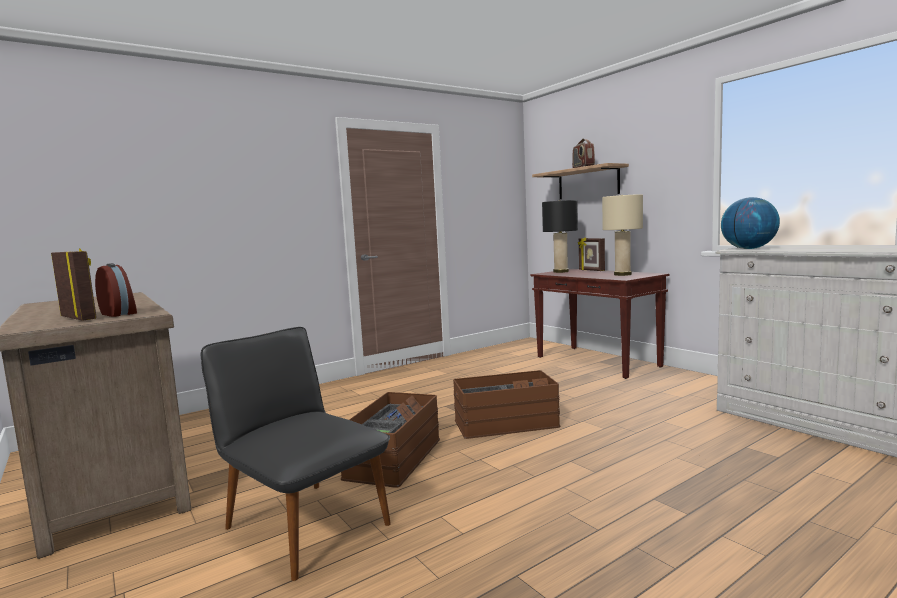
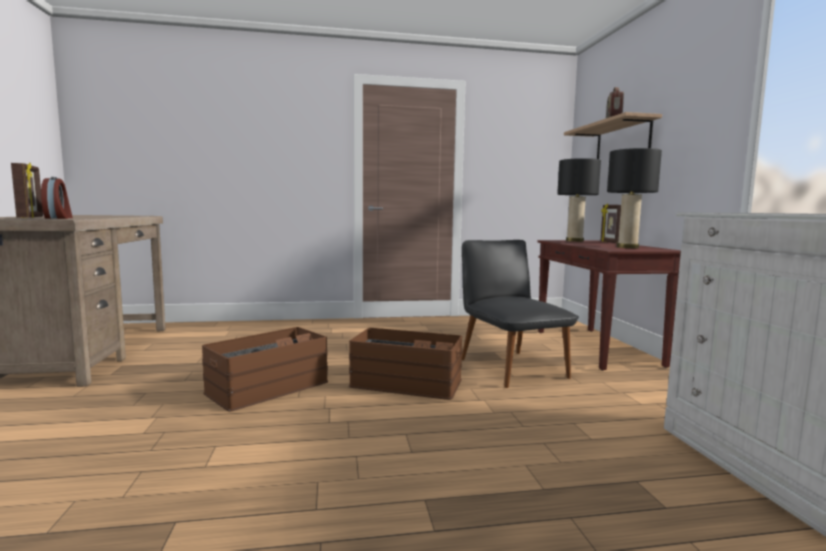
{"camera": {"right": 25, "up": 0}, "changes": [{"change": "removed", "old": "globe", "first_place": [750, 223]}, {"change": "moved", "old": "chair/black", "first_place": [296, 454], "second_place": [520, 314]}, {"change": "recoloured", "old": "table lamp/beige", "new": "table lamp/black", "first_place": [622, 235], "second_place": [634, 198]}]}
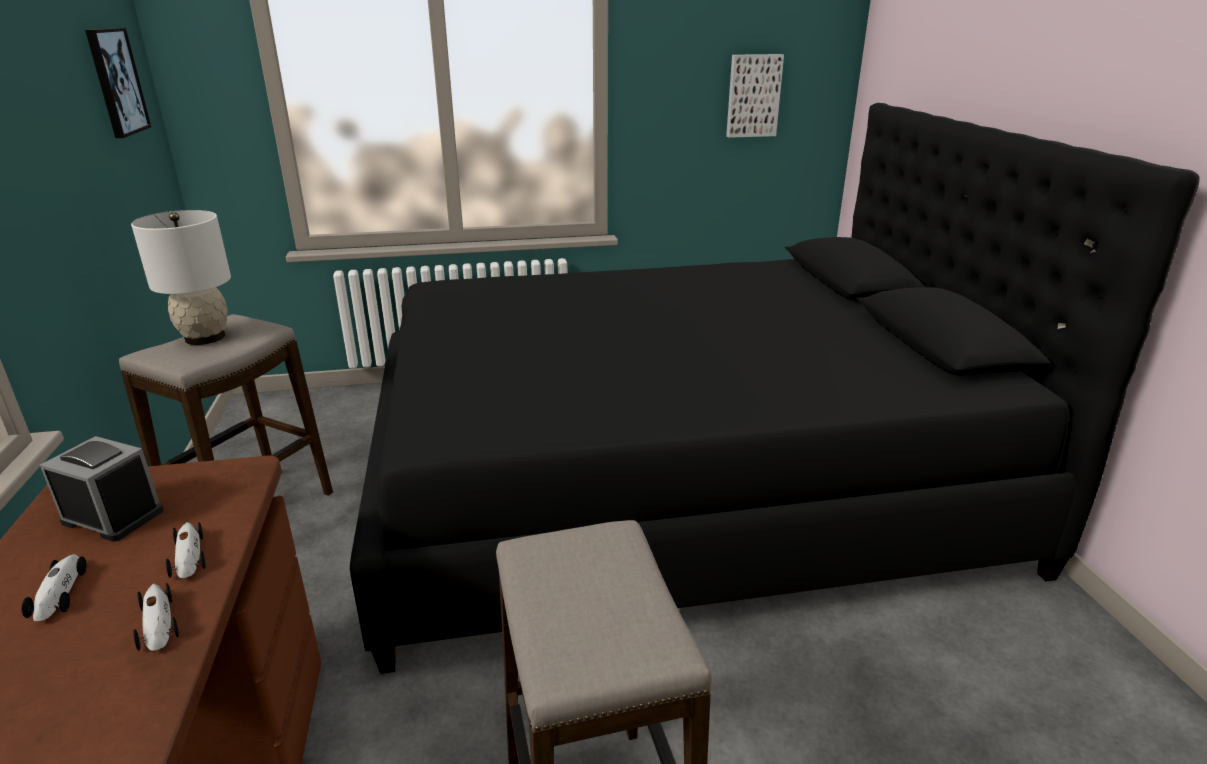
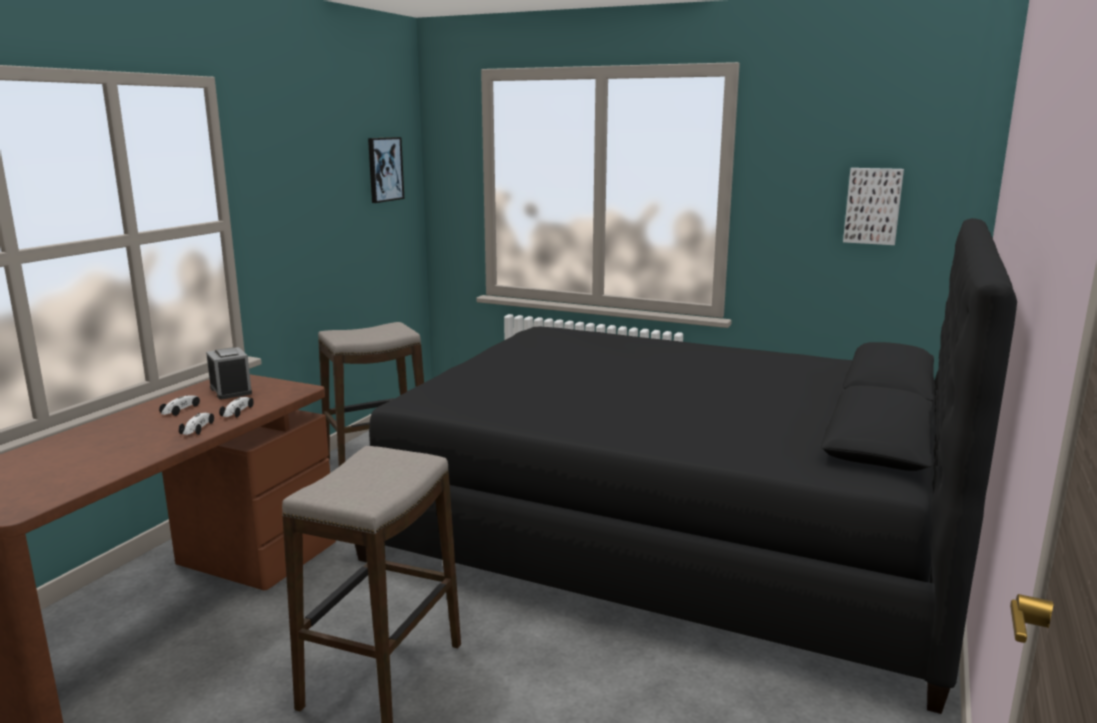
{"camera": {"right": 35, "up": -10}, "changes": [{"change": "removed", "old": "table lamp/white", "first_place": [181, 277]}]}
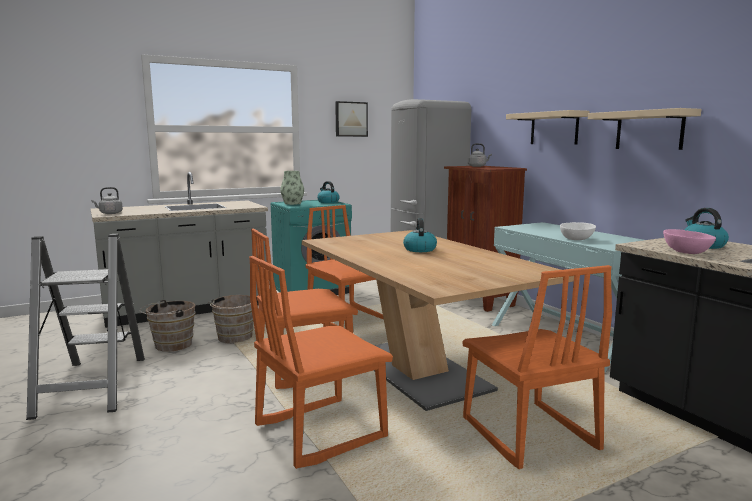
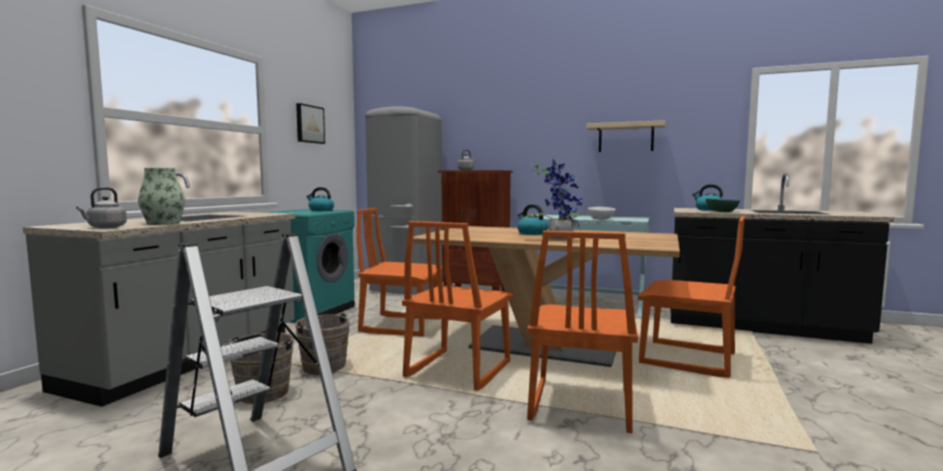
{"camera": {"right": -40, "up": -5}, "changes": [{"change": "removed", "old": "shelf/beige", "first_place": [548, 127]}, {"change": "added", "new": "potted plant", "second_place": [558, 199]}, {"change": "moved", "old": "vase", "first_place": [292, 188], "second_place": [161, 196]}, {"change": "recoloured", "old": "bowl/pink", "new": "bowl/green", "first_place": [689, 241], "second_place": [723, 205]}]}
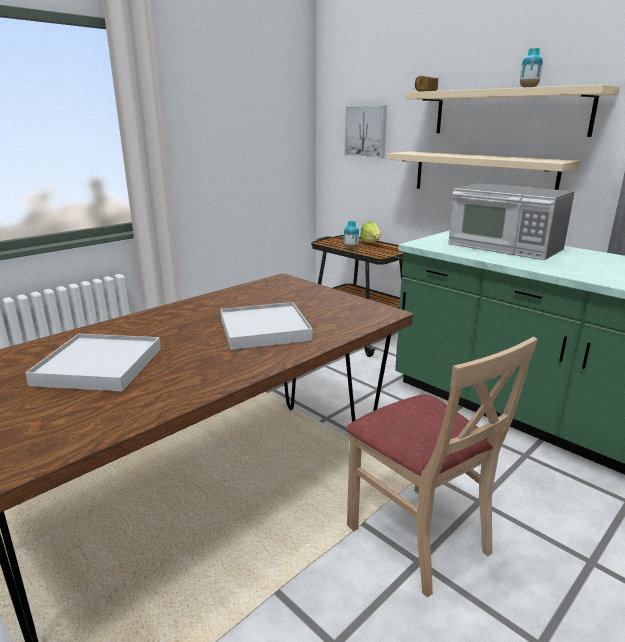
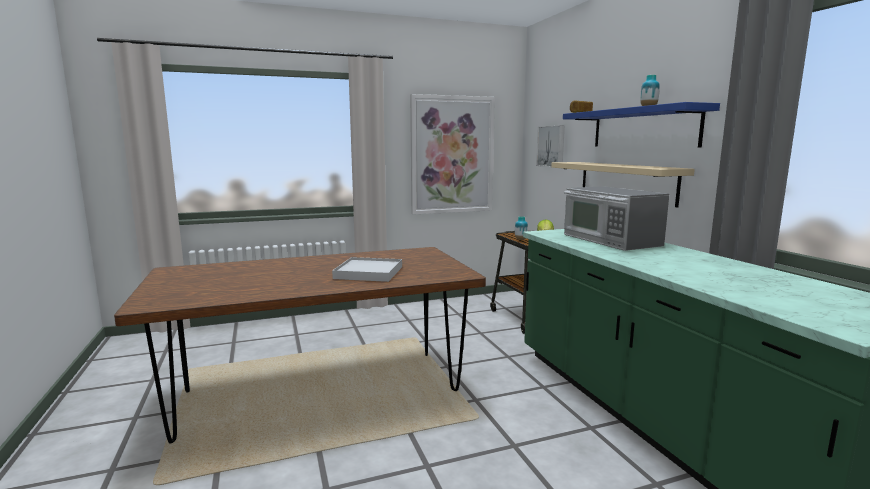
{"camera": {"right": 25, "up": -10}, "changes": [{"change": "removed", "old": "tray/white", "first_place": [93, 363]}, {"change": "removed", "old": "chair/beige", "first_place": [442, 467]}, {"change": "added", "new": "picture", "second_place": [452, 154]}, {"change": "recoloured", "old": "shelf/beige", "new": "shelf/blue", "first_place": [513, 110], "second_place": [641, 125]}]}
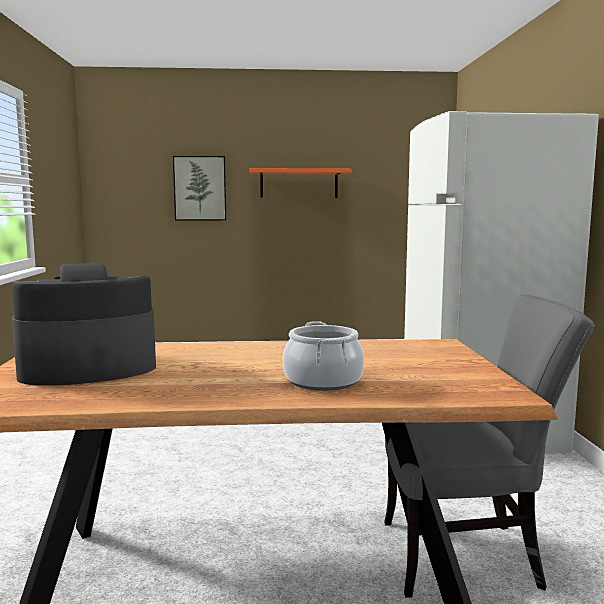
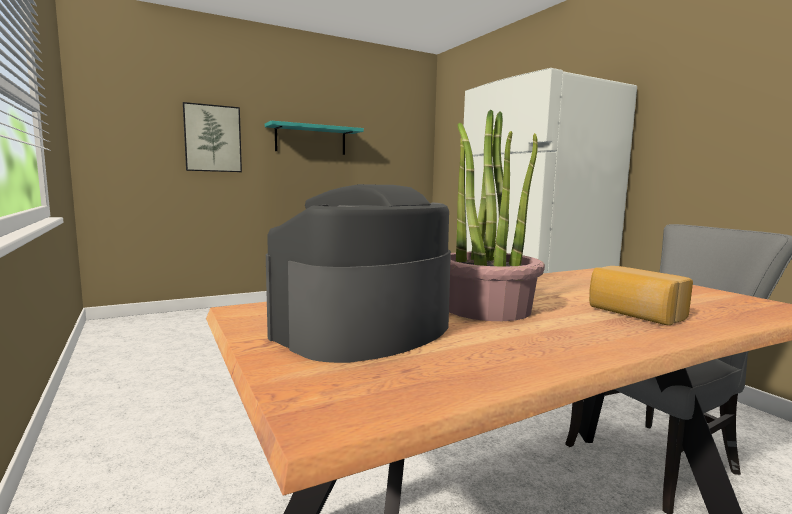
{"camera": {"right": -25, "up": 0}, "changes": [{"change": "added", "new": "potted plant", "second_place": [497, 215]}, {"change": "replaced", "old": "cooking pot", "new": "bread", "first_place": [323, 356], "second_place": [641, 296]}, {"change": "recoloured", "old": "shelf/orange", "new": "shelf/turquoise", "first_place": [300, 183], "second_place": [314, 138]}]}
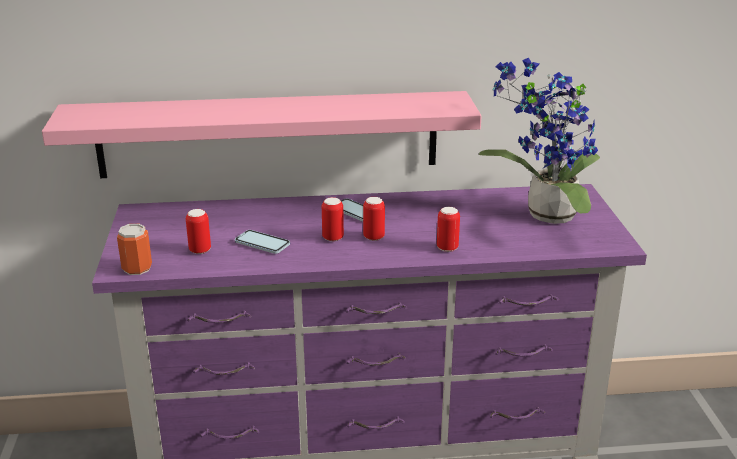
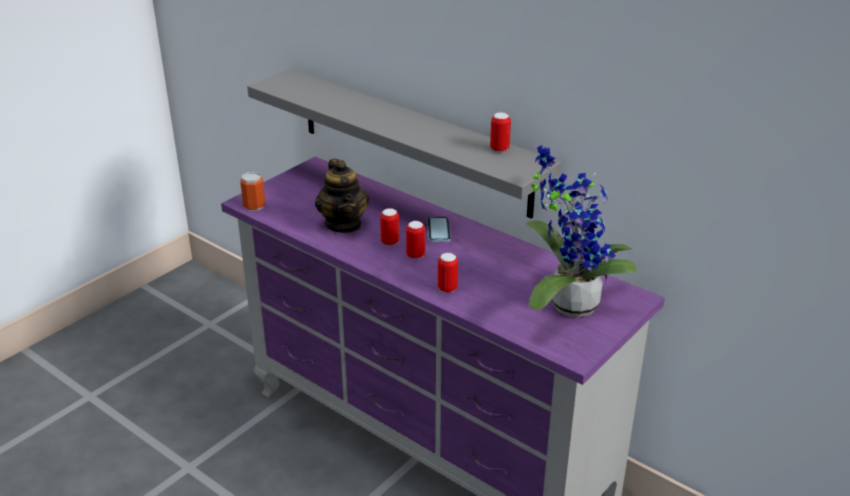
{"camera": {"right": 45, "up": 5}, "changes": [{"change": "moved", "old": "can", "first_place": [198, 231], "second_place": [500, 132]}, {"change": "replaced", "old": "phone", "new": "teapot", "first_place": [262, 242], "second_place": [342, 196]}, {"change": "recoloured", "old": "shelf/pink", "new": "shelf/grey", "first_place": [262, 134], "second_place": [404, 144]}]}
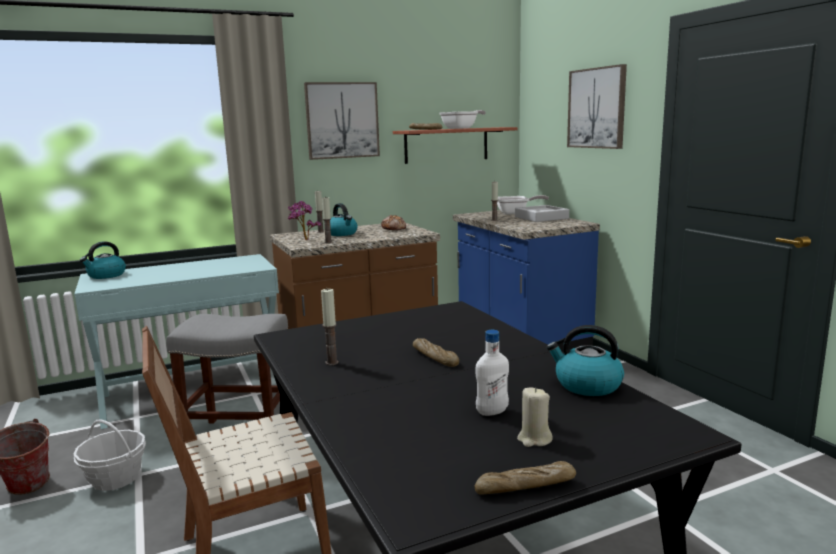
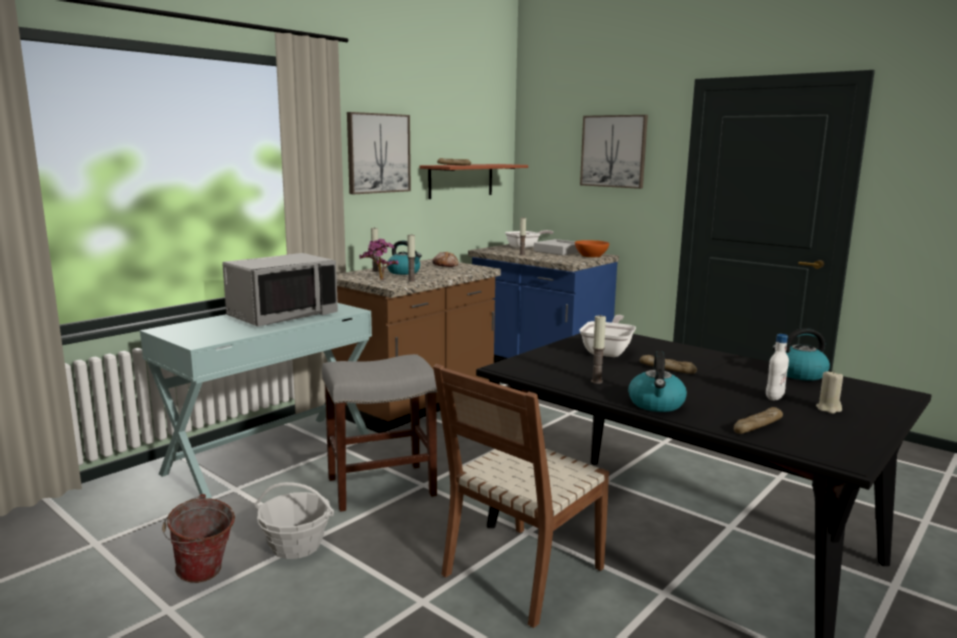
{"camera": {"right": -25, "up": 0}, "changes": [{"change": "added", "new": "microwave/grey", "second_place": [280, 289]}, {"change": "added", "new": "bowl/orange", "second_place": [592, 248]}, {"change": "moved", "old": "kettle", "first_place": [103, 260], "second_place": [657, 381]}, {"change": "moved", "old": "frying pan", "first_place": [462, 119], "second_place": [607, 336]}, {"change": "moved", "old": "bread", "first_place": [525, 478], "second_place": [758, 420]}]}
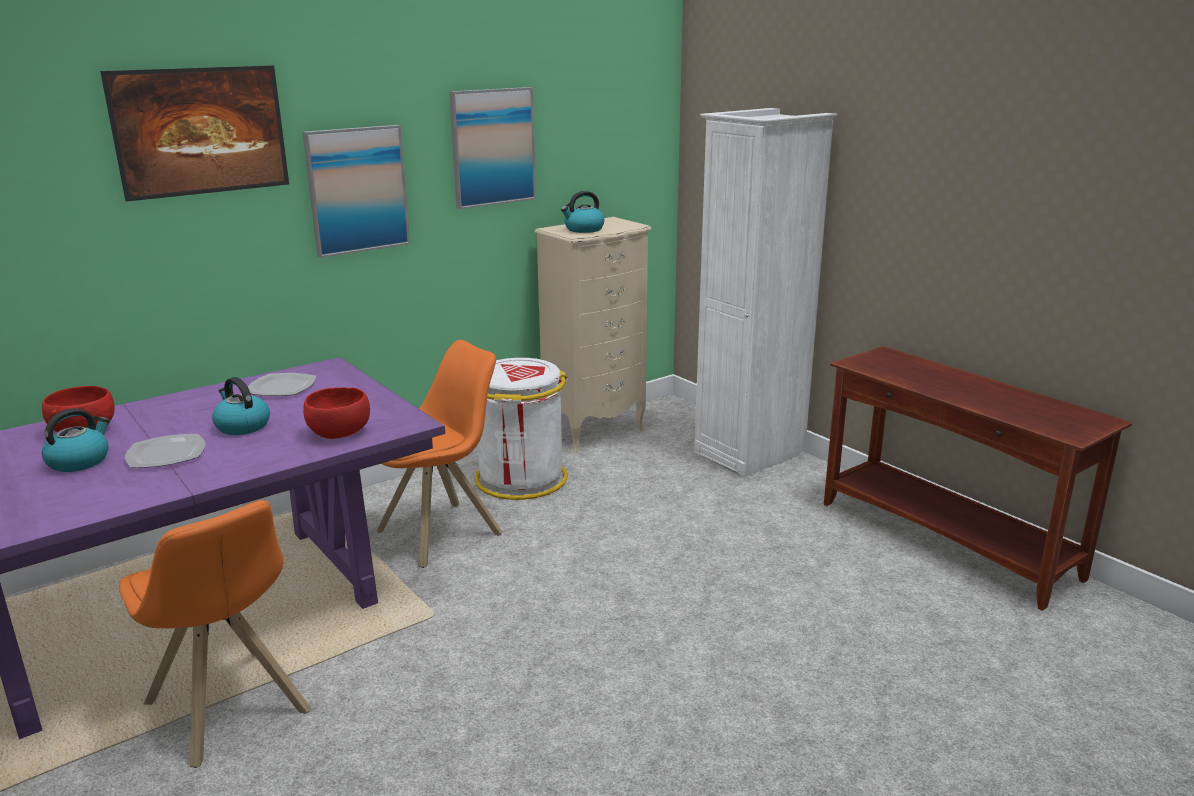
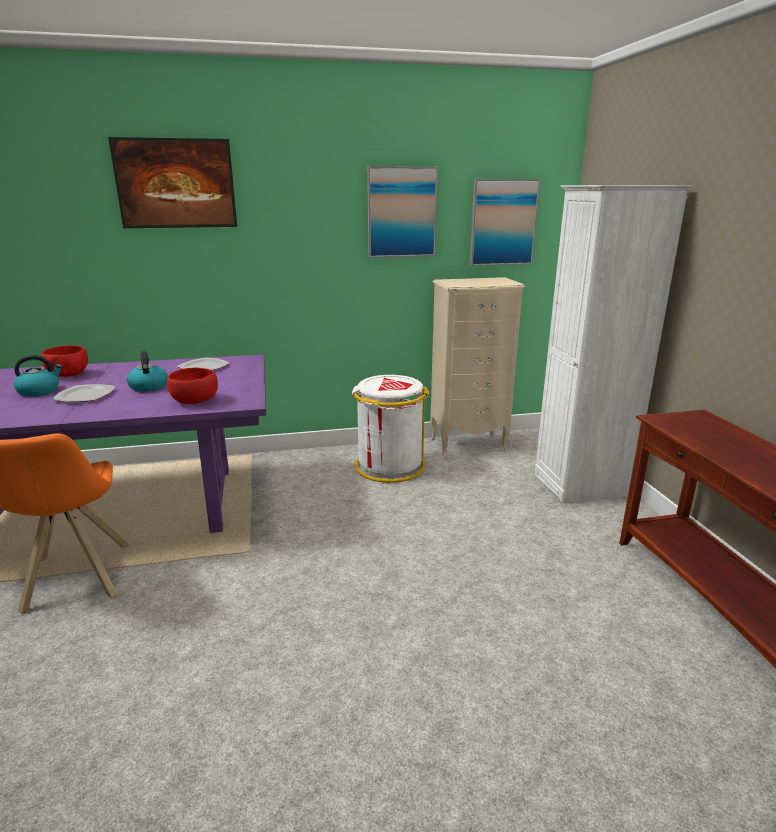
{"camera": {"right": 25, "up": 0}, "changes": [{"change": "removed", "old": "chair/orange", "first_place": [439, 454]}, {"change": "removed", "old": "kettle", "first_place": [583, 212]}, {"change": "moved", "old": "picture", "first_place": [356, 191], "second_place": [505, 222]}]}
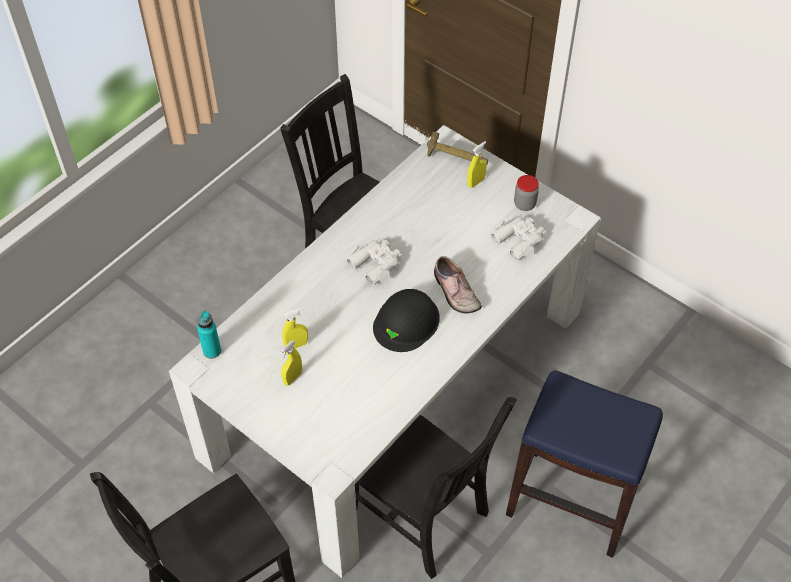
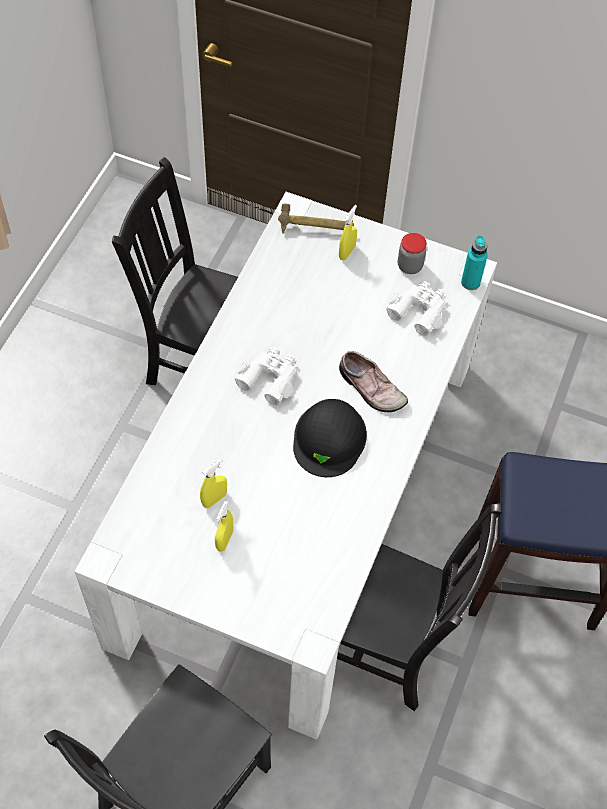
{"camera": {"right": -20, "up": 5}, "changes": [{"change": "moved", "old": "bottle/turquoise", "first_place": [209, 335], "second_place": [474, 263]}]}
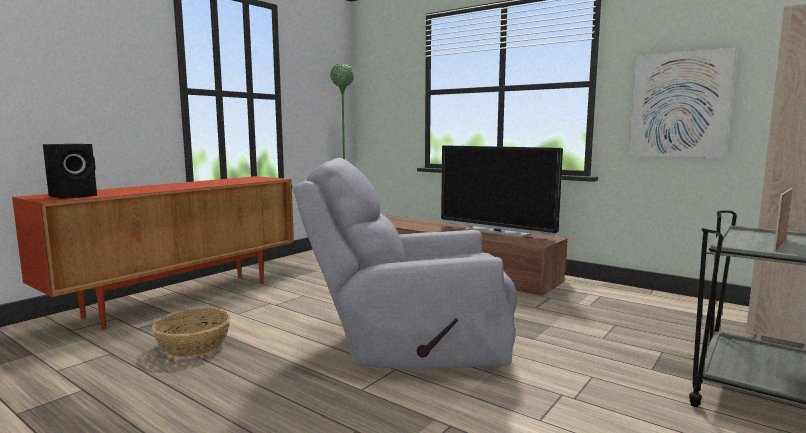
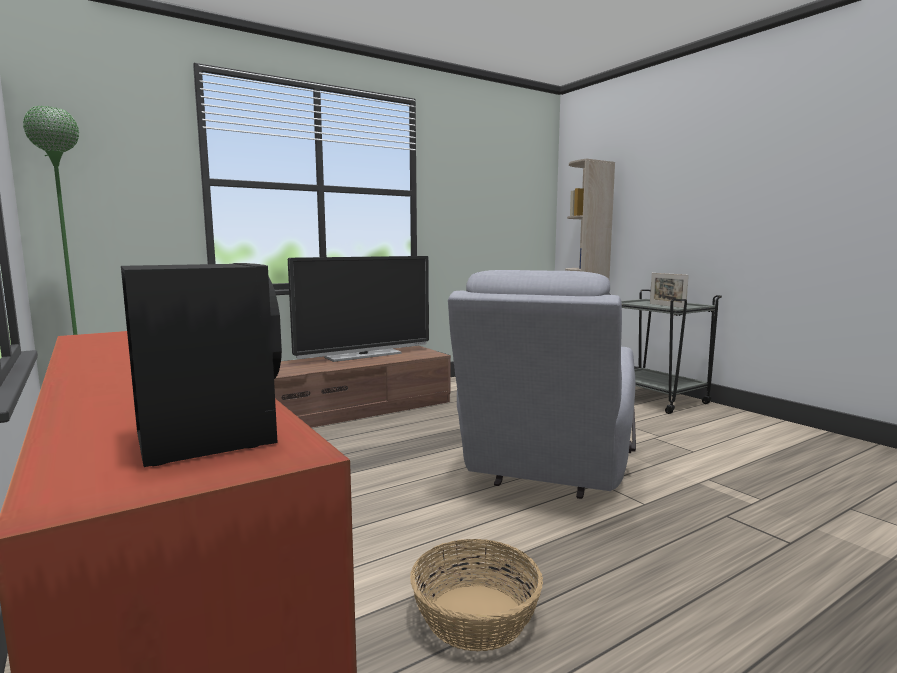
{"camera": {"right": -70, "up": 0}, "changes": [{"change": "removed", "old": "picture", "first_place": [682, 103]}]}
